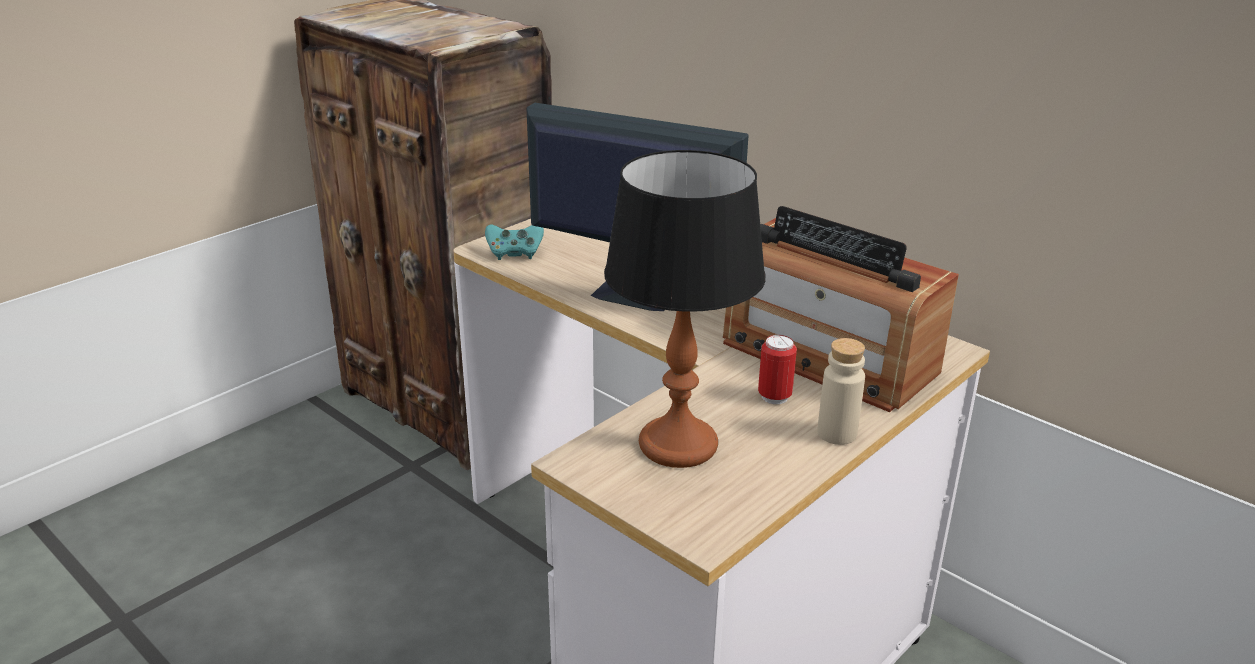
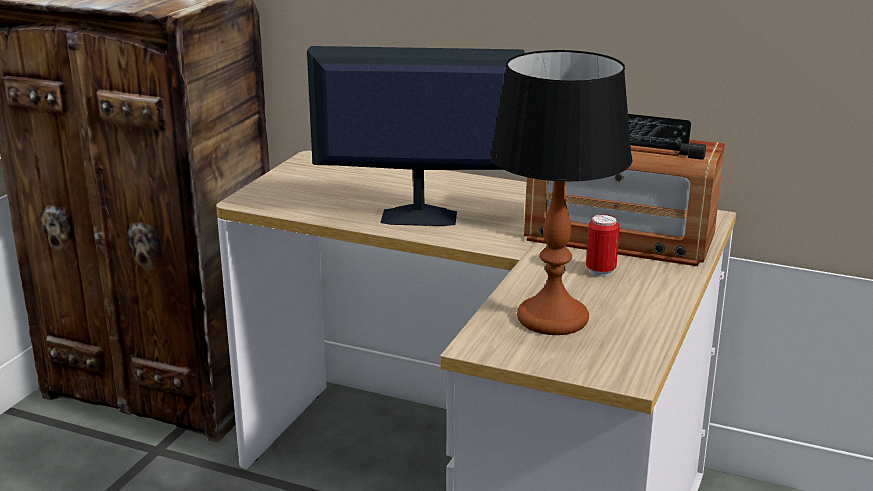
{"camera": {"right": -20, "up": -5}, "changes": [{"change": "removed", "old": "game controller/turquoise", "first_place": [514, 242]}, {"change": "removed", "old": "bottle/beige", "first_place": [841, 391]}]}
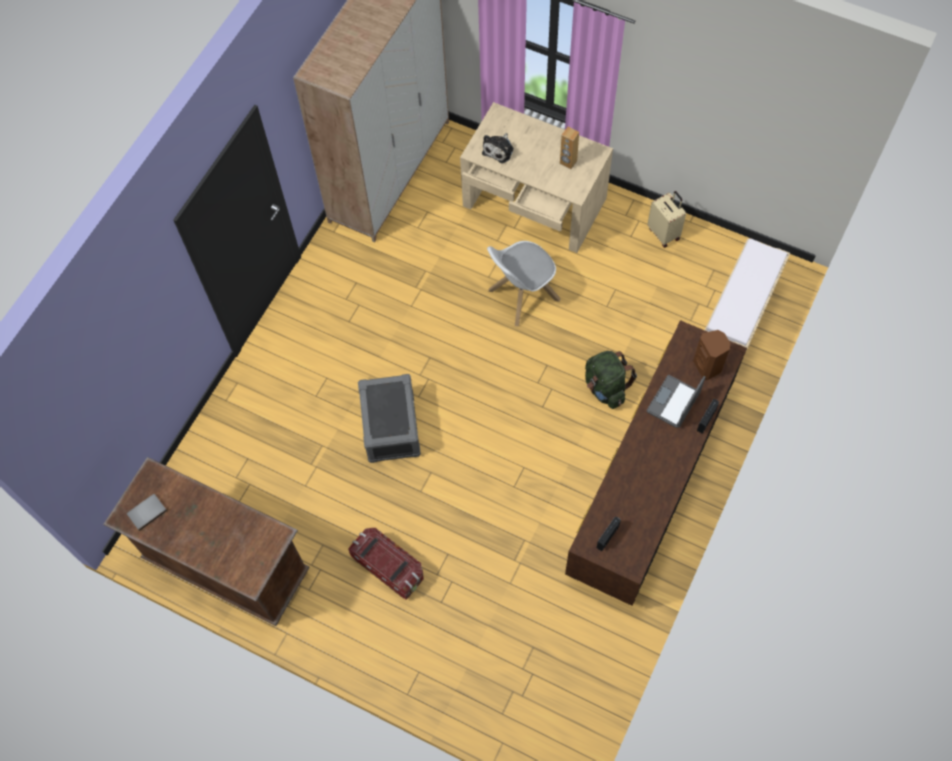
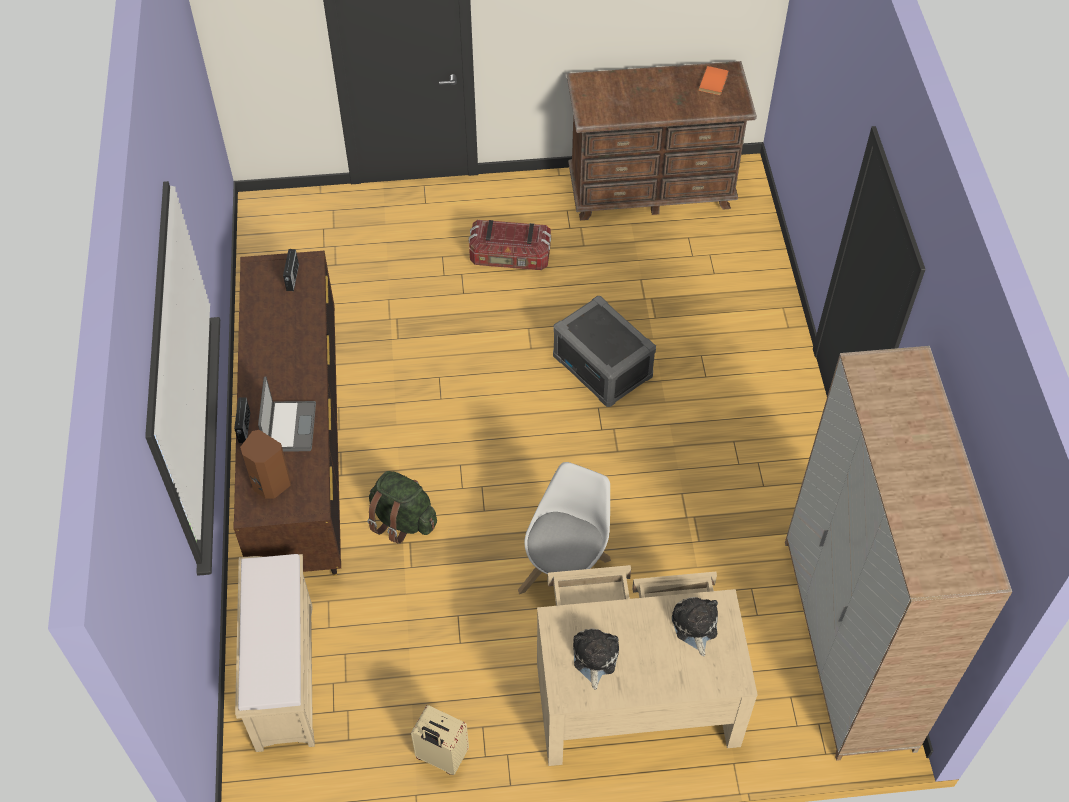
{"camera": {"right": 145, "up": -10}, "changes": [{"change": "replaced", "old": "speaker/brown", "new": "plush toy", "first_place": [569, 148], "second_place": [596, 659]}, {"change": "recoloured", "old": "book/grey", "new": "book/orange", "first_place": [147, 512], "second_place": [714, 80]}]}
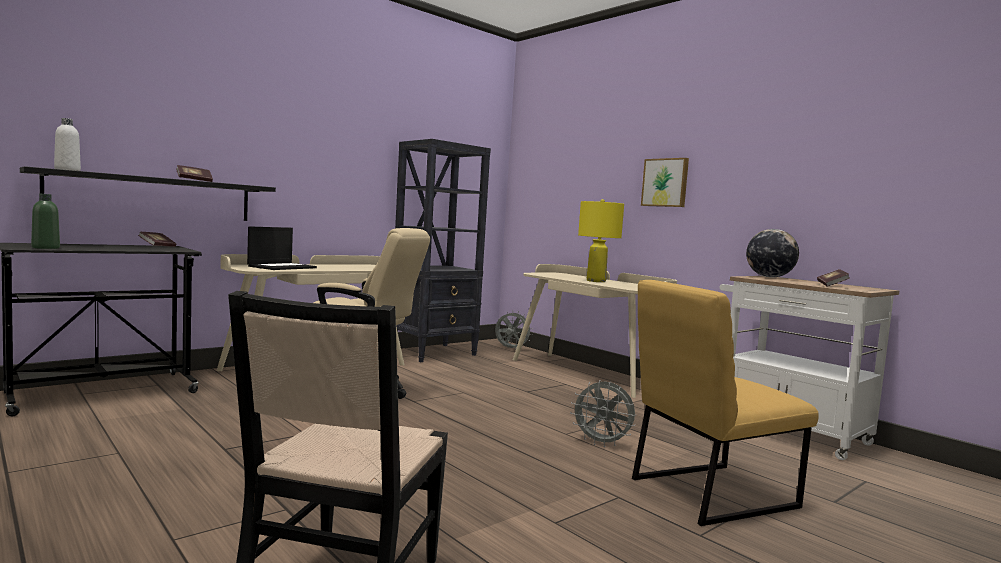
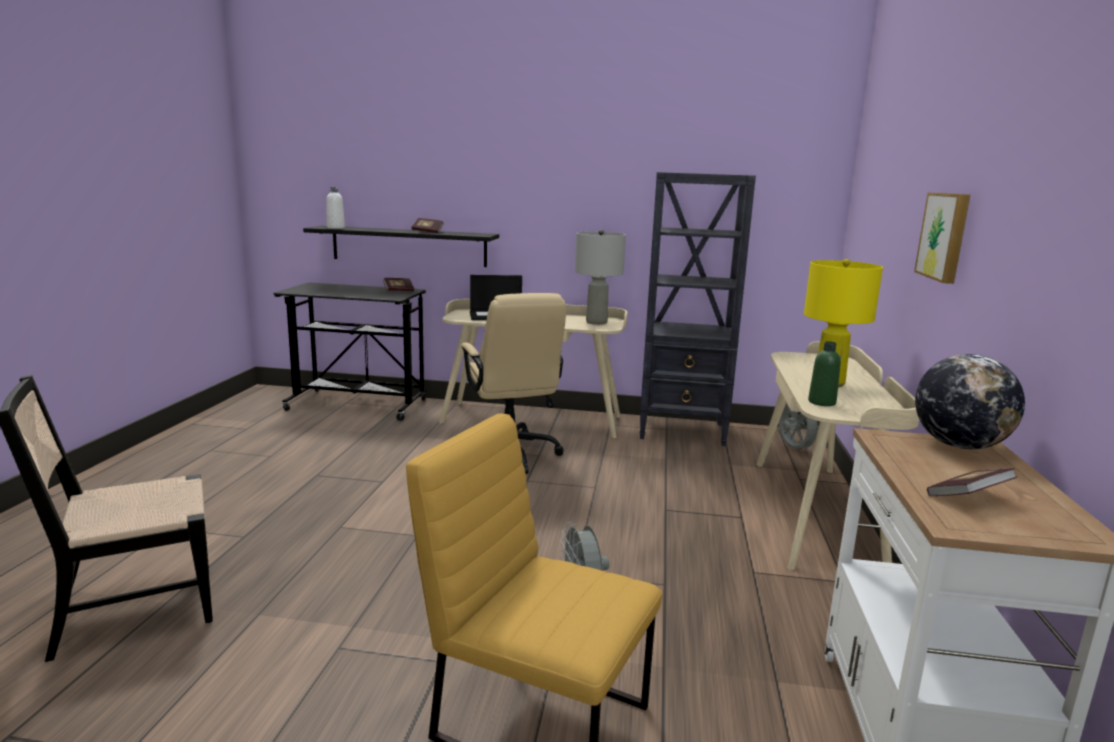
{"camera": {"right": 50, "up": 10}, "changes": [{"change": "added", "new": "table lamp/grey", "second_place": [600, 277]}, {"change": "moved", "old": "bottle/green", "first_place": [45, 221], "second_place": [824, 373]}]}
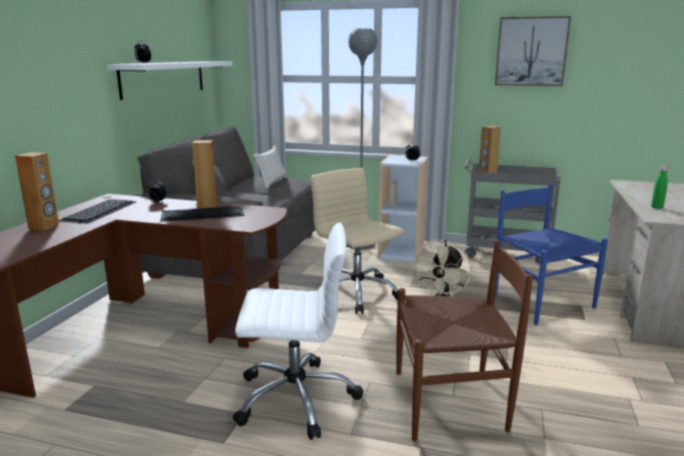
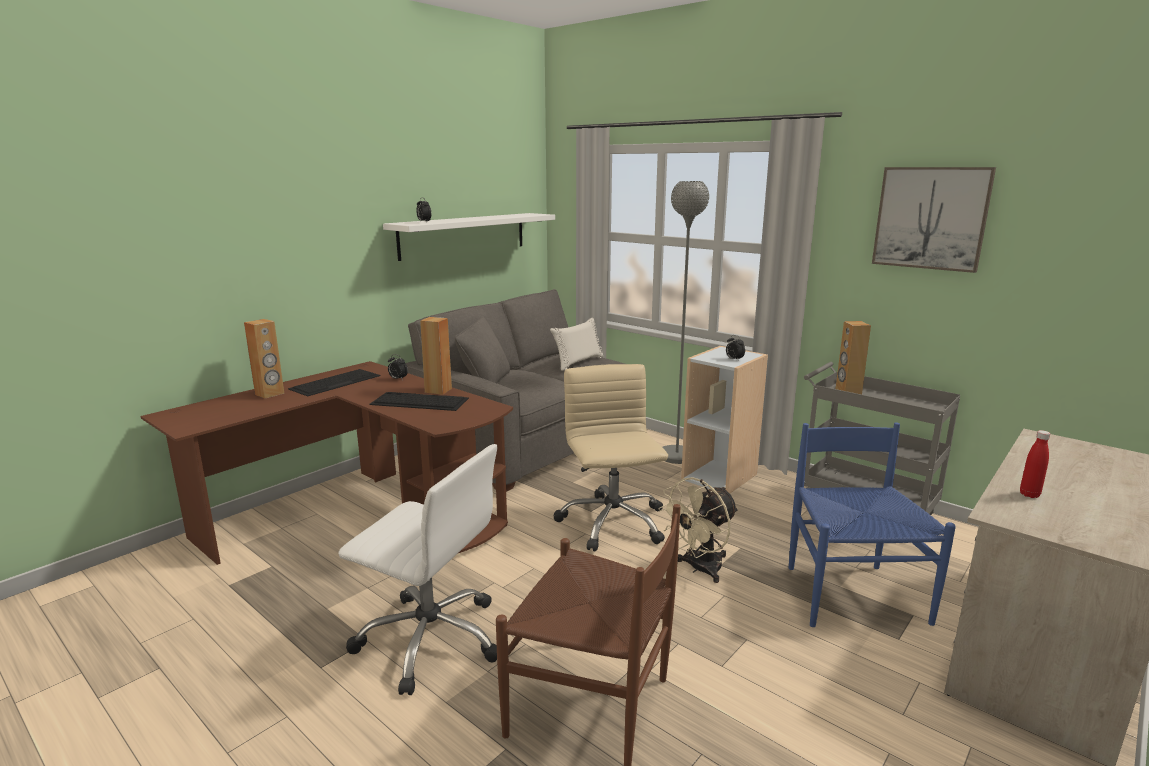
{"camera": {"right": 25, "up": 0}, "changes": [{"change": "recoloured", "old": "bottle/green", "new": "bottle/red", "first_place": [659, 187], "second_place": [1035, 464]}]}
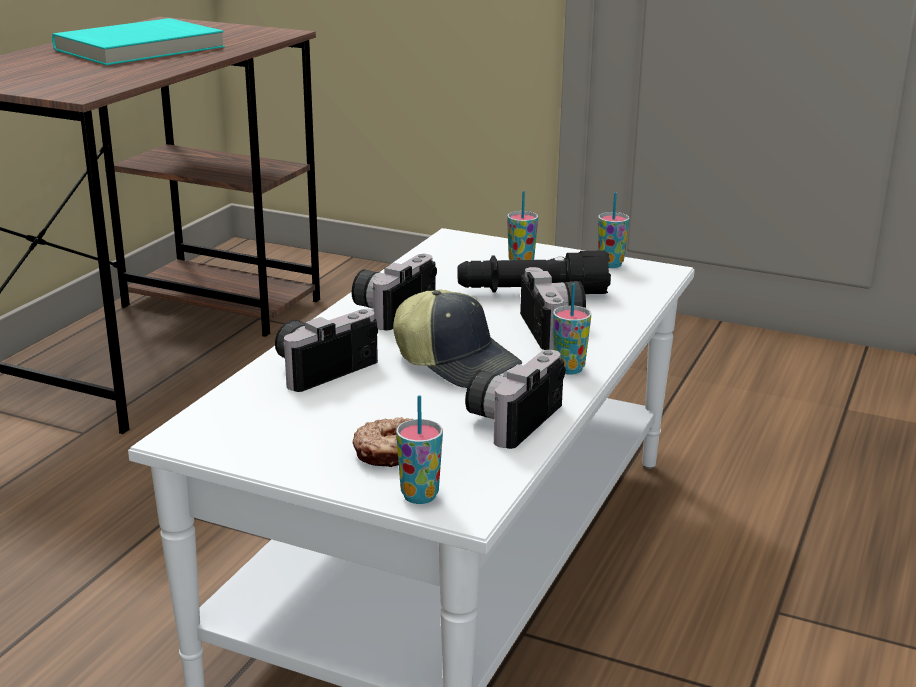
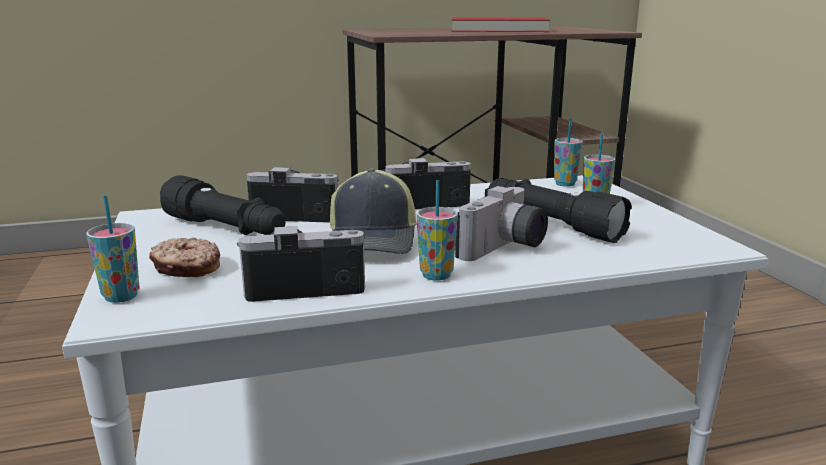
{"camera": {"right": 50, "up": -5}, "changes": [{"change": "added", "new": "flashlight/black", "second_place": [223, 205]}, {"change": "moved", "old": "cup", "first_place": [614, 230], "second_place": [568, 152]}, {"change": "recoloured", "old": "book/turquoise", "new": "book/red", "first_place": [138, 41], "second_place": [500, 24]}]}
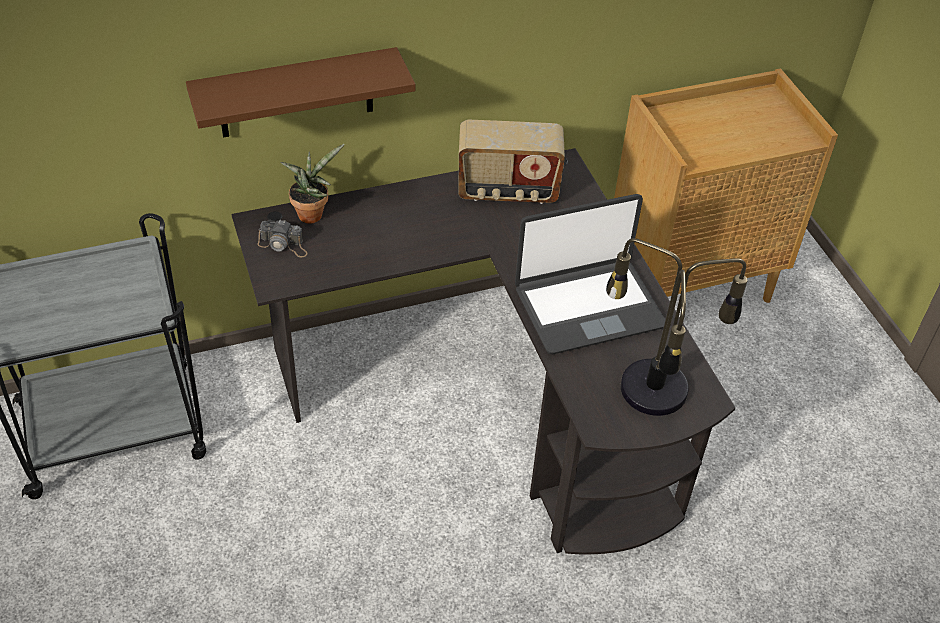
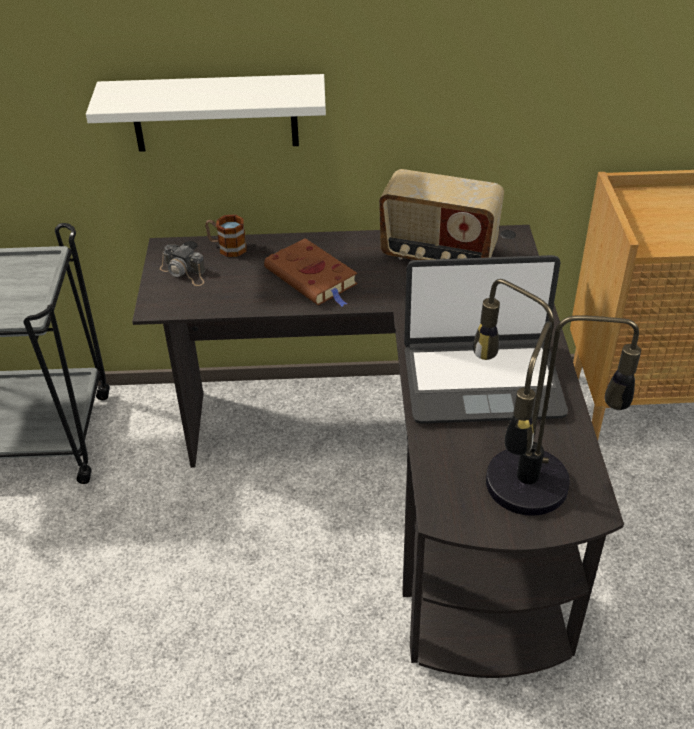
{"camera": {"right": 20, "up": -5}, "changes": [{"change": "added", "new": "book/brown", "second_place": [310, 272]}, {"change": "replaced", "old": "potted plant", "new": "mug", "first_place": [312, 184], "second_place": [226, 236]}, {"change": "recoloured", "old": "shelf/brown", "new": "shelf/white", "first_place": [301, 92], "second_place": [206, 113]}]}
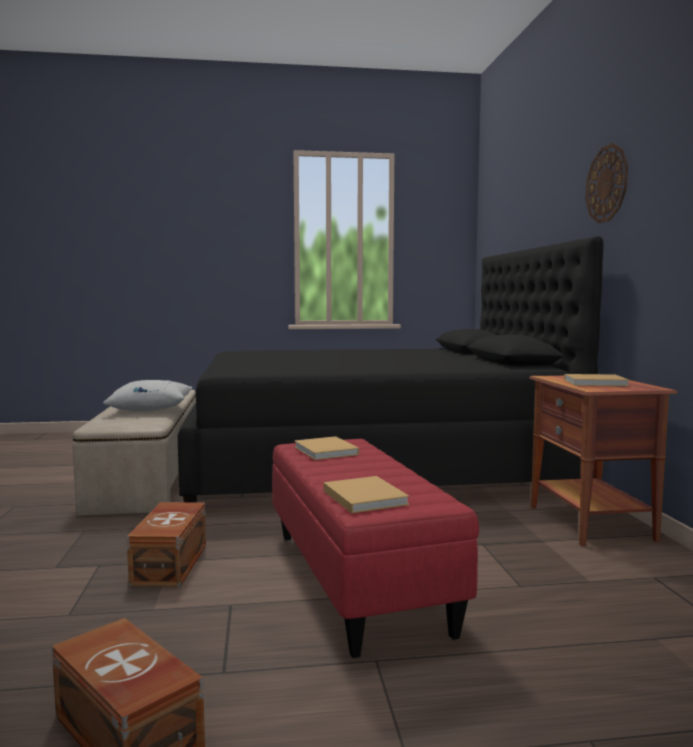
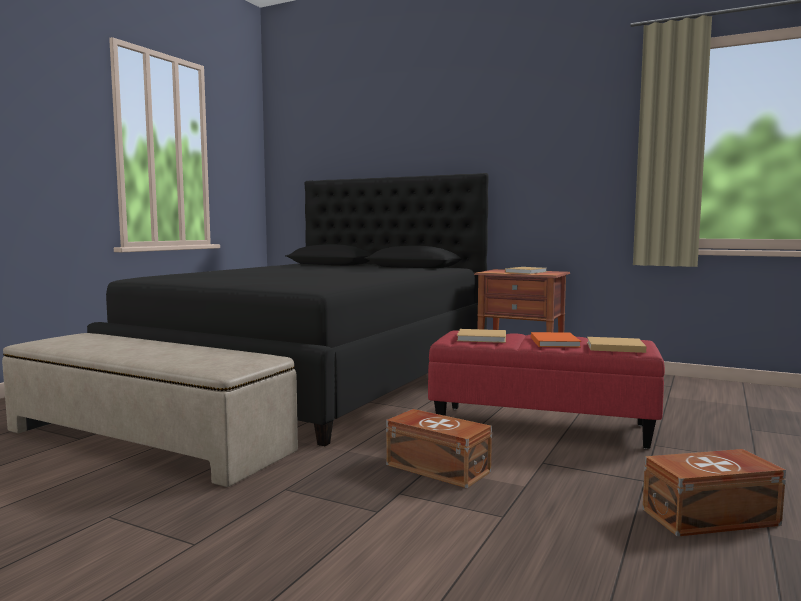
{"camera": {"right": -55, "up": 0}, "changes": [{"change": "removed", "old": "pillow/grey", "first_place": [147, 395]}, {"change": "removed", "old": "wall clock", "first_place": [606, 183]}, {"change": "added", "new": "book/orange", "second_place": [556, 339]}]}
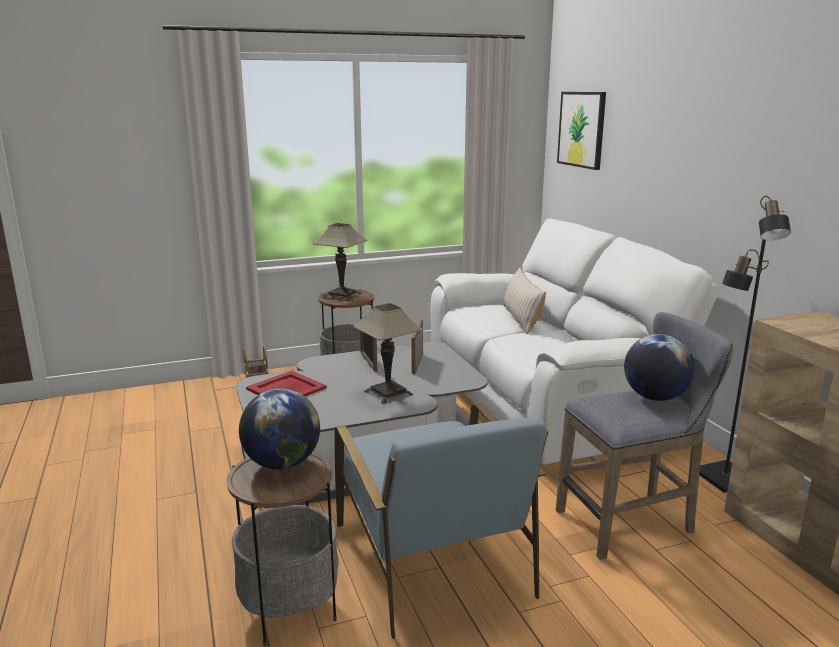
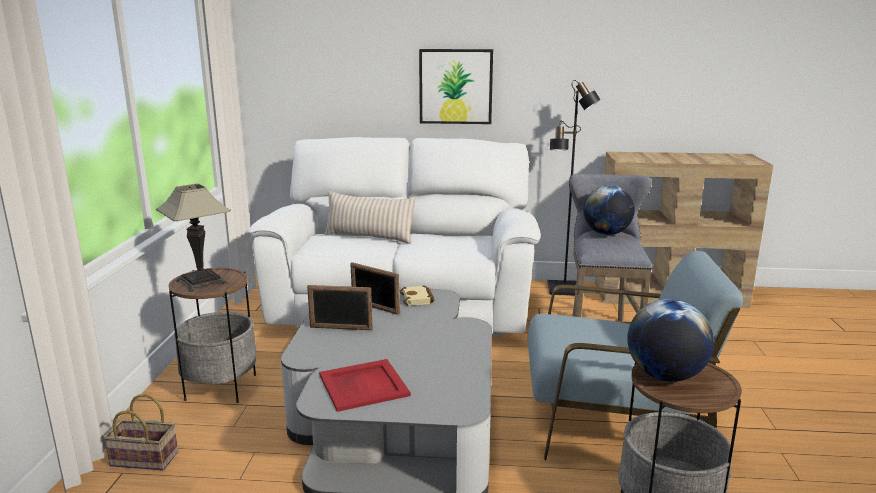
{"camera": {"right": -65, "up": 0}, "changes": [{"change": "removed", "old": "table lamp", "first_place": [387, 353]}, {"change": "added", "new": "book/beige", "second_place": [416, 295]}, {"change": "moved", "old": "picture", "first_place": [581, 131], "second_place": [456, 86]}]}
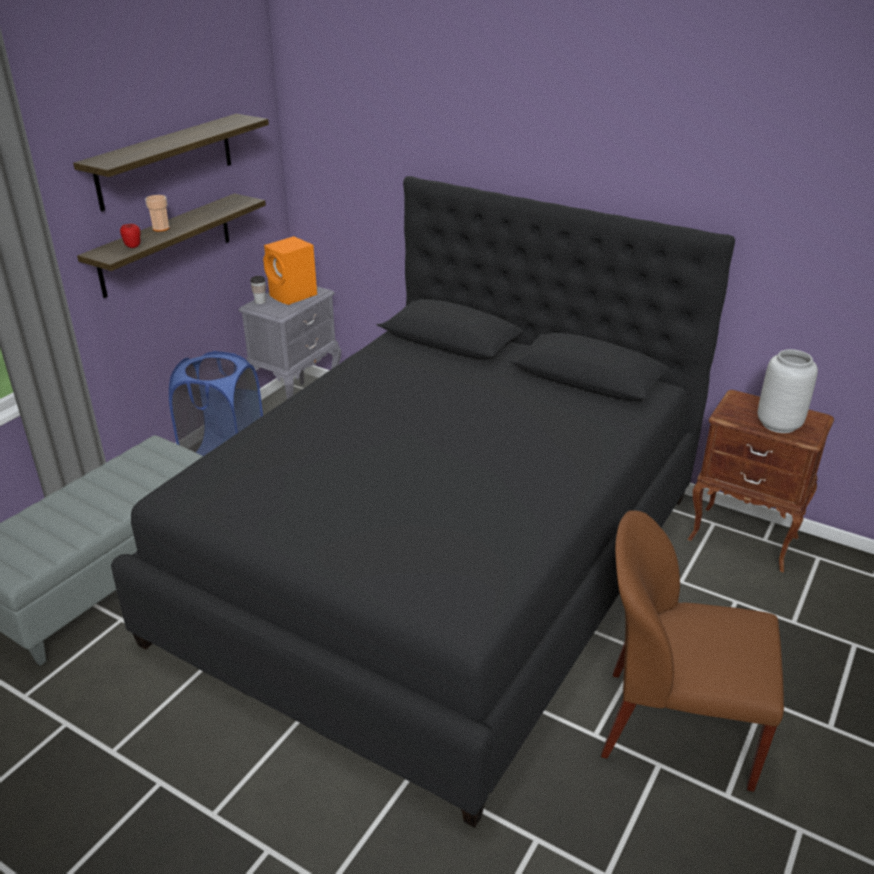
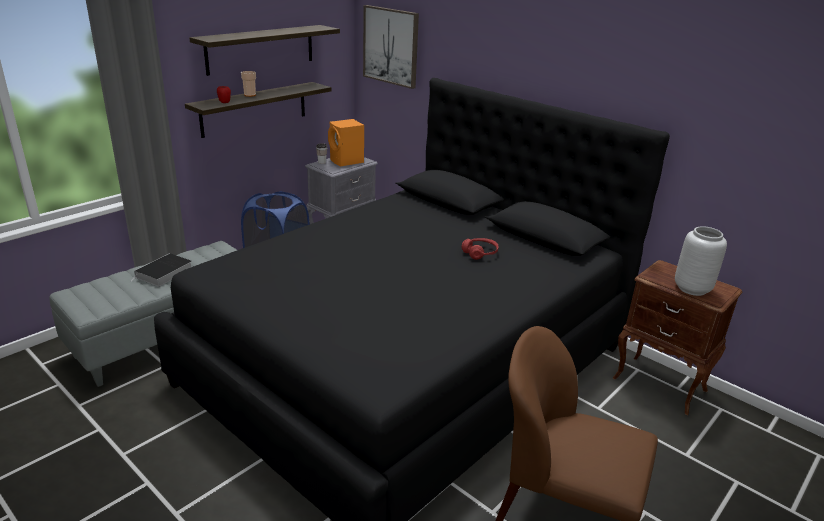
{"camera": {"right": 10, "up": -5}, "changes": [{"change": "added", "new": "book", "second_place": [161, 270]}, {"change": "added", "new": "picture", "second_place": [391, 47]}, {"change": "added", "new": "headphones/red", "second_place": [480, 249]}]}
